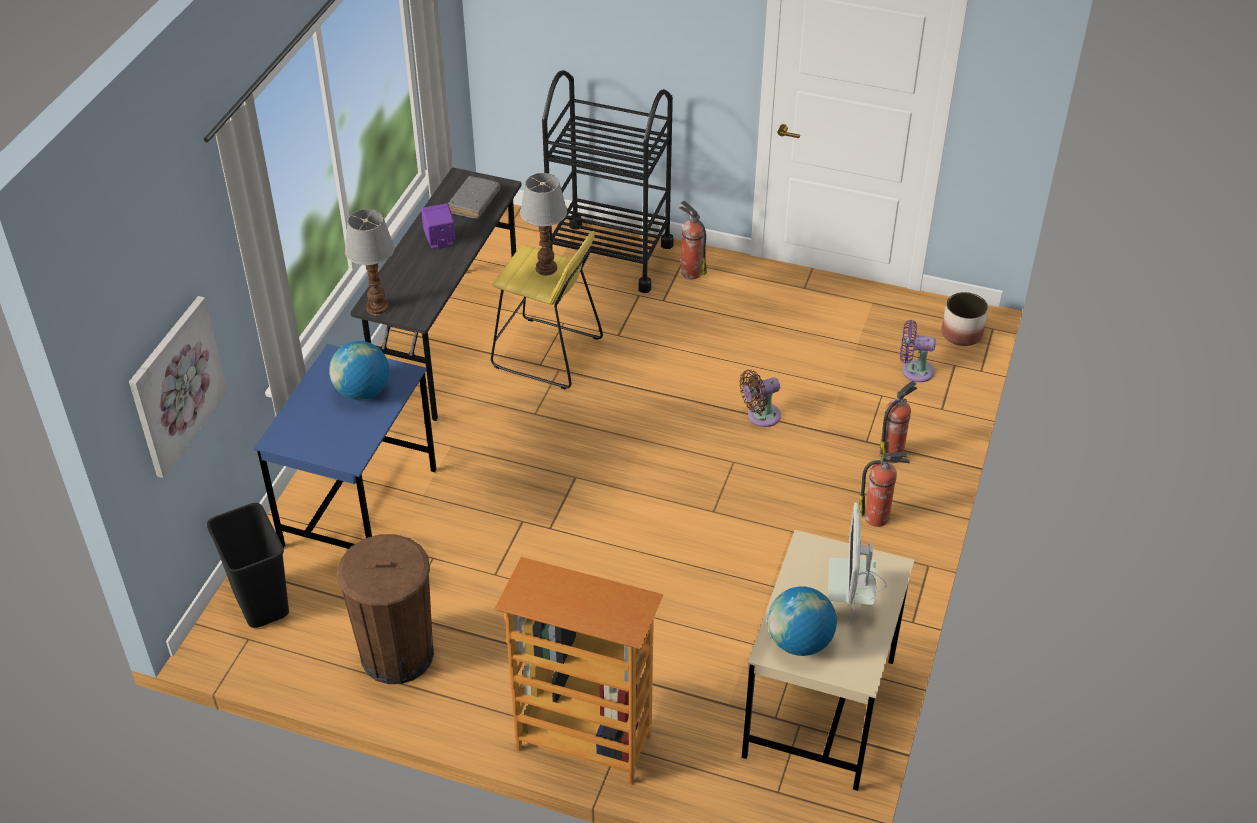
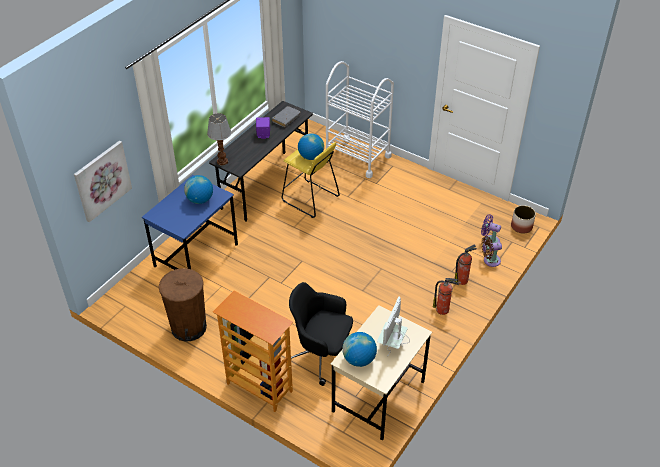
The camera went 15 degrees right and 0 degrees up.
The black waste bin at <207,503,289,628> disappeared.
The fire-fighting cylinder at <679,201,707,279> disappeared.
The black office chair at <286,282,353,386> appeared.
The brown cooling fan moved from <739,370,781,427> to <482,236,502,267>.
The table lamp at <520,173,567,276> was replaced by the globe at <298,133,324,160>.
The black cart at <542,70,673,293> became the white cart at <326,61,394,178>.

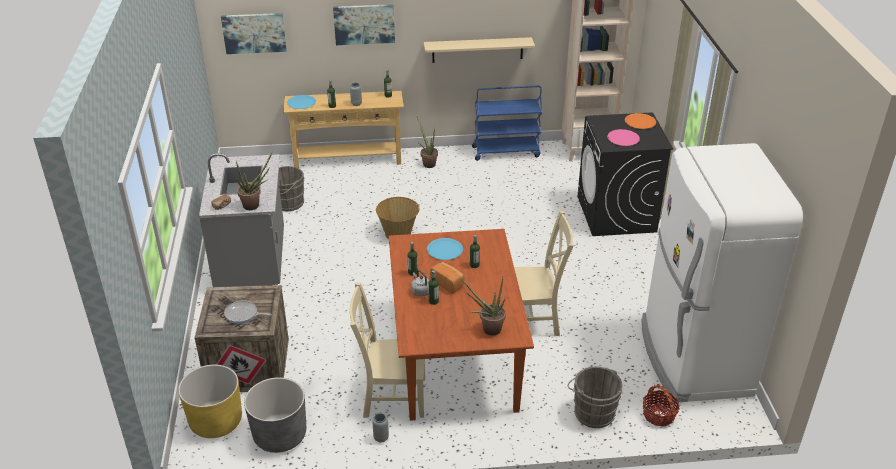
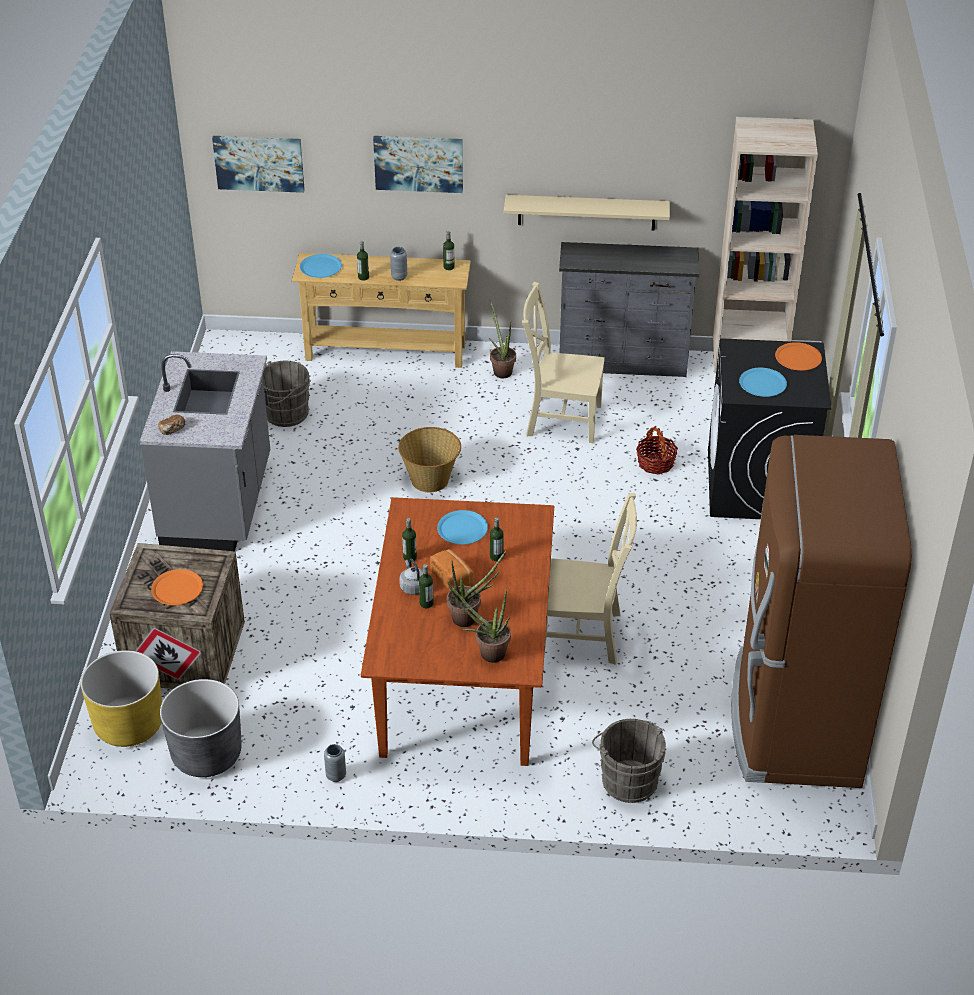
The camera went 10 degrees right and 5 degrees up.
The plant in a pot moved from <236,153,272,210> to <447,550,507,627>.
The beige-coloured chair moved from <350,282,425,418> to <522,282,605,443>.
The basket moved from <643,384,680,426> to <636,426,678,474>.
The pan at <224,300,271,324> was replaced by the orange-coloured flat dish at <151,569,203,605>.
The blue-coloured cart at <472,86,543,161> was replaced by the greyish drawer chest at <559,242,699,377>.
The pink-coloured flat dish at <607,129,640,146> became the blue-coloured flat dish at <739,368,787,397>.
The white refrigerator at <642,143,803,403> became the brown refrigerator at <731,435,912,788>.

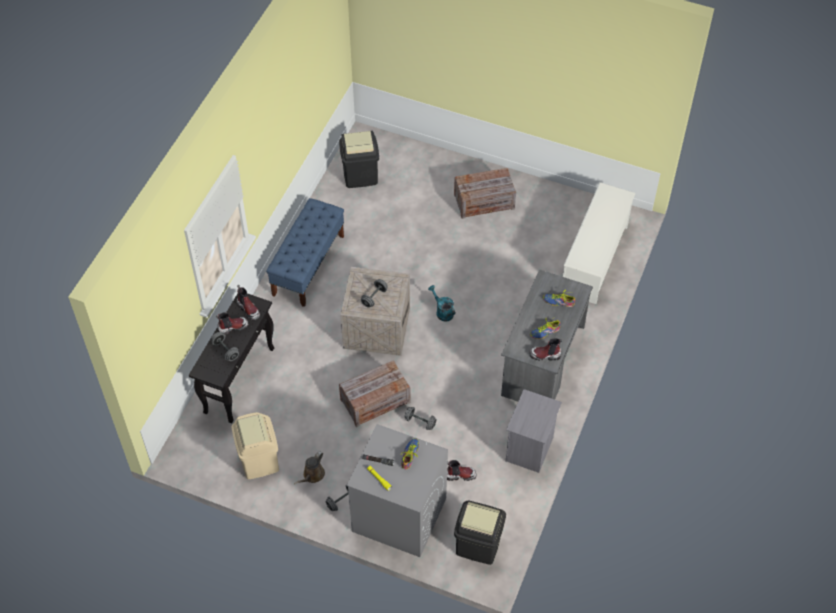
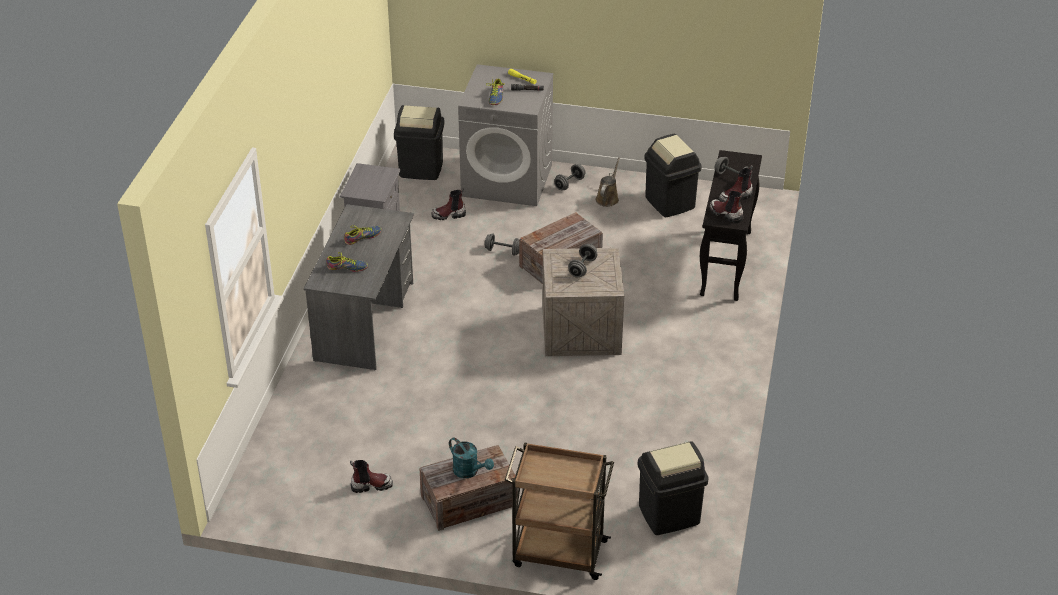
The camera went 170 degrees right and 15 degrees down.
The blue-coloured long seat at <266,198,344,307> disappeared.
The white shoe rack at <563,182,636,304> disappeared.
The brown cart at <505,442,614,580> appeared.
The blue-green watering pot moved from <428,285,455,322> to <449,438,494,478>.
The tall boot moved from <530,339,562,361> to <350,460,393,493>.
The beige-coloured waste bin at <232,412,279,479> became the black waste bin at <644,134,702,217>.

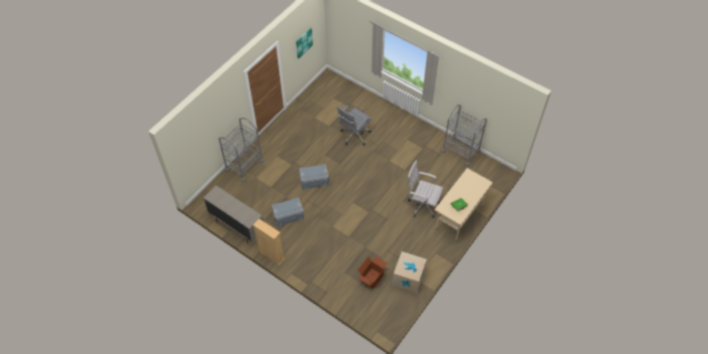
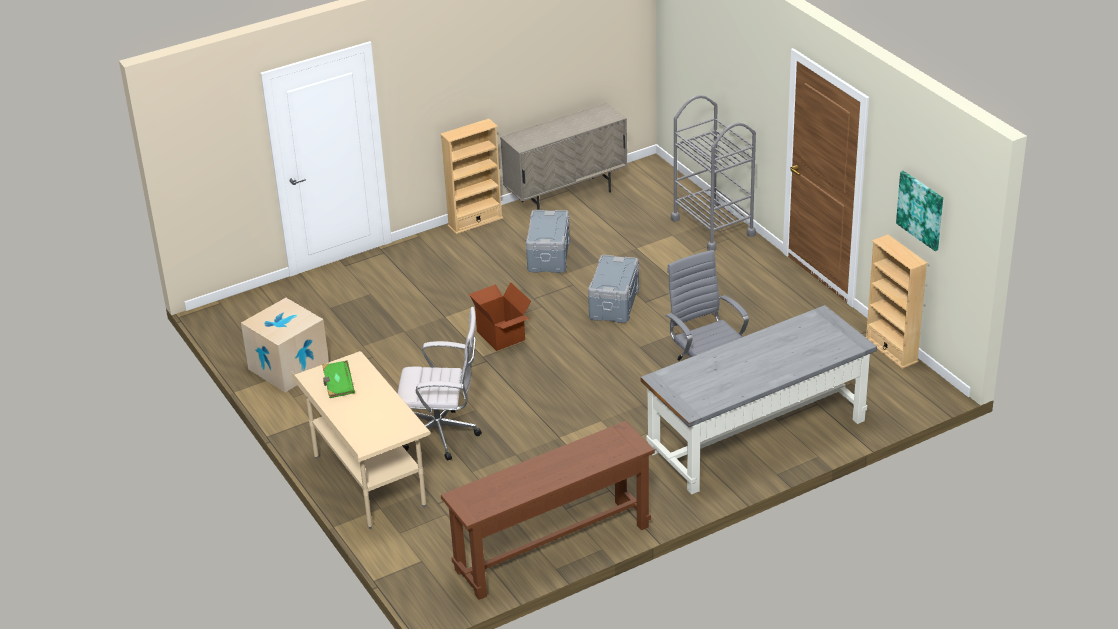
The camera went 115 degrees right and 20 degrees down.
The greyish desk at <641,305,877,494> appeared.
The beige-coloured bookshelf at <866,235,928,369> appeared.
The carton moved from <358,256,387,289> to <469,282,531,351>.
The greyish cart at <441,105,487,167> was replaced by the brown narrow table at <441,421,655,600>.
The white office chair at <408,161,443,218> turned 45 degrees clockwise.

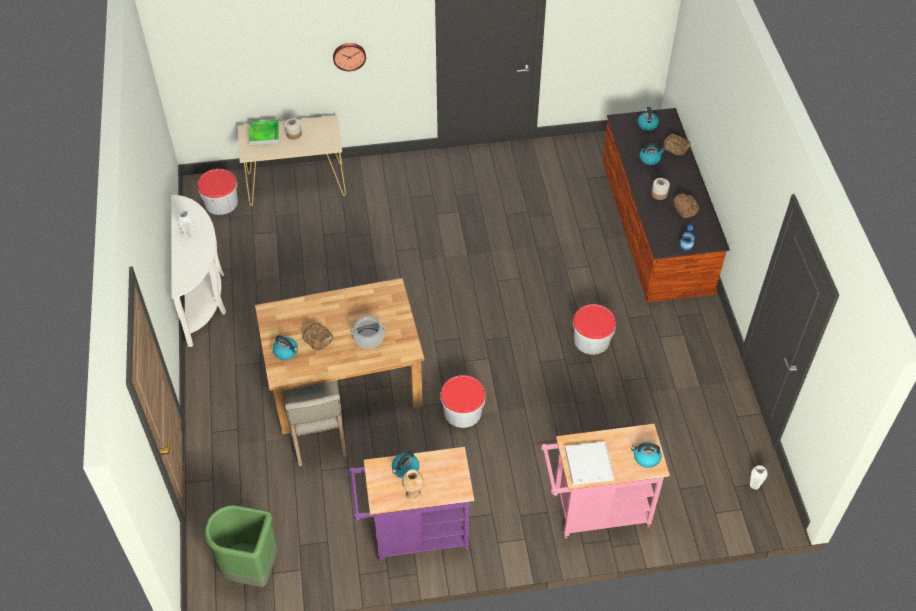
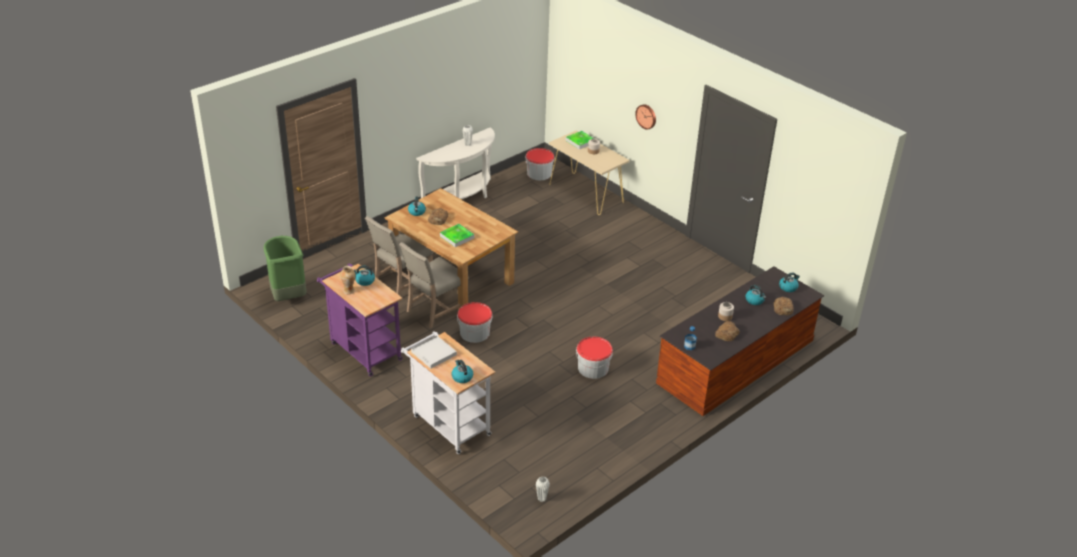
The camera went 55 degrees right and 15 degrees down.
The beige-coloured chair at <399,242,469,328> appeared.
The cooking pot at <350,317,386,349> was replaced by the serving tray at <440,224,474,247>.
The pink-coloured cart at <541,424,670,538> became the white cart at <401,331,495,454>.

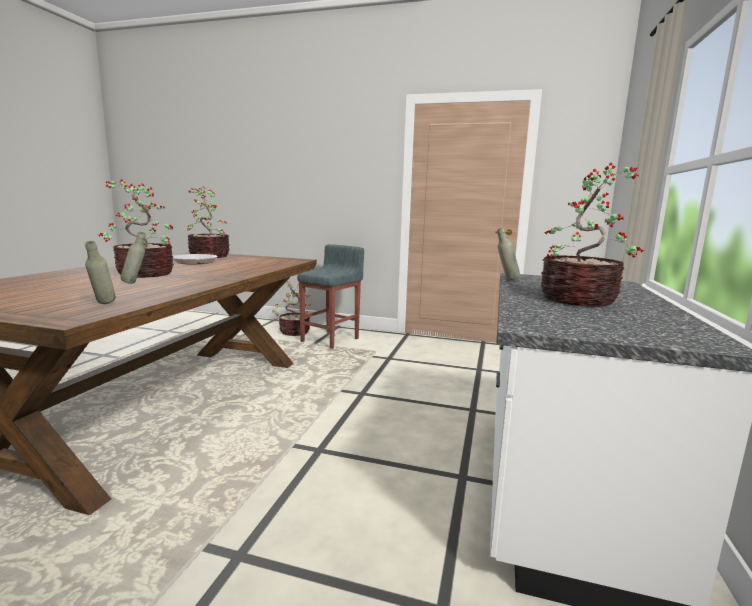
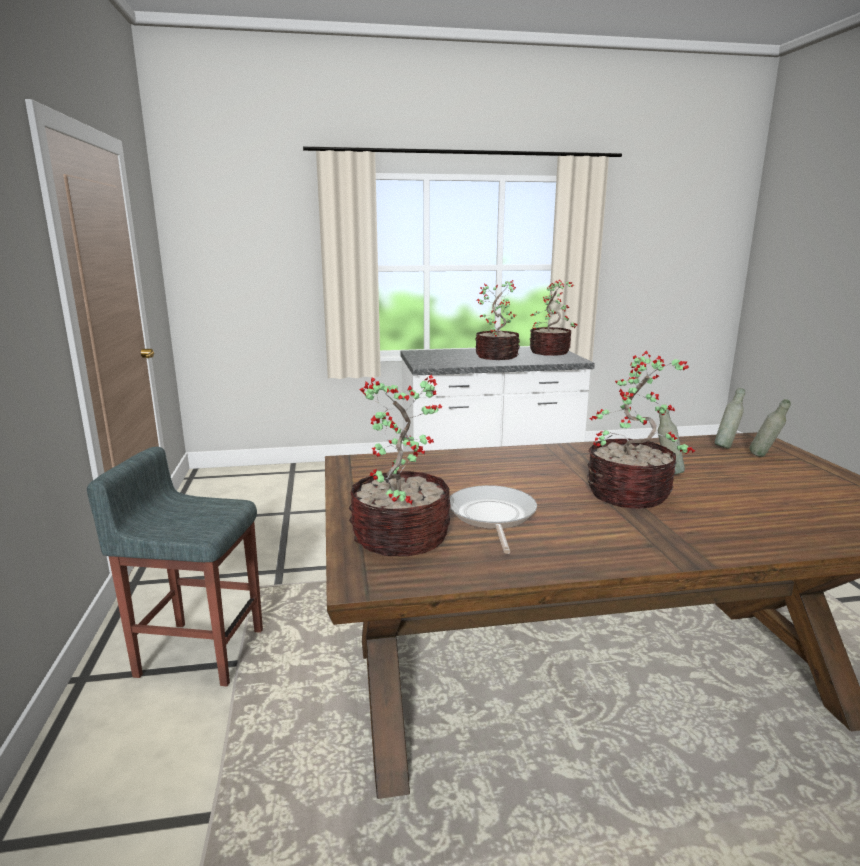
The camera went 115 degrees left and 5 degrees up.
The plant in a pot moved from <272,281,311,336> to <530,280,577,356>.
The greyish drink bottle moved from <497,227,520,281> to <749,399,791,457>.

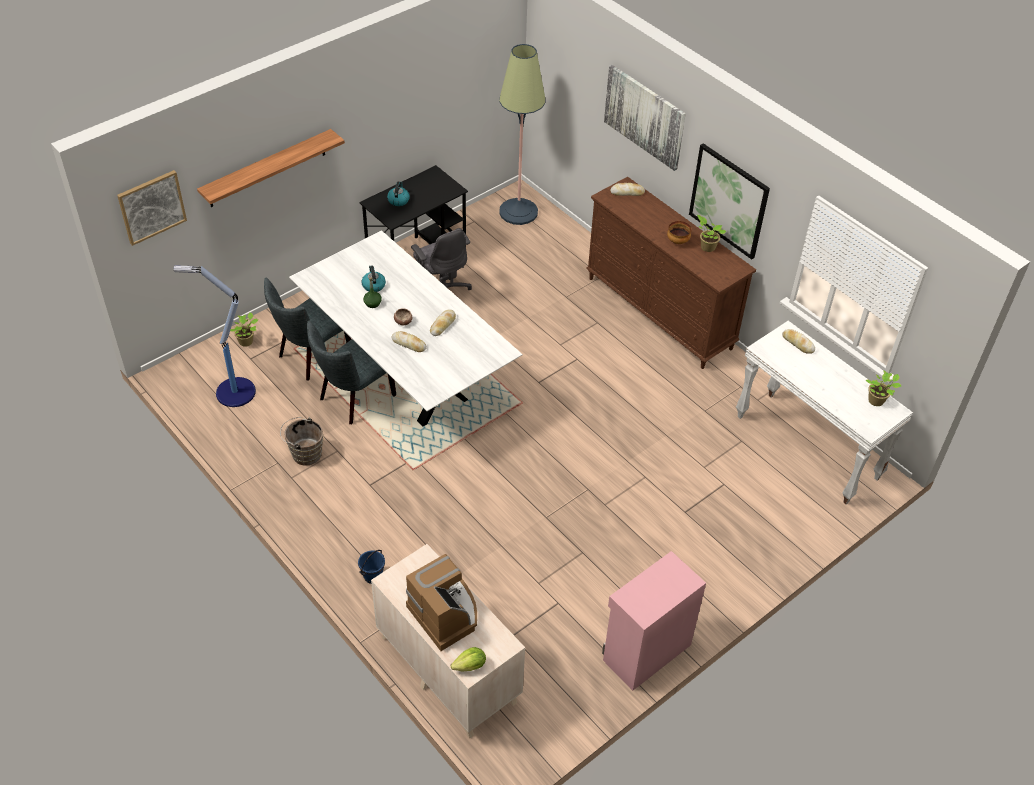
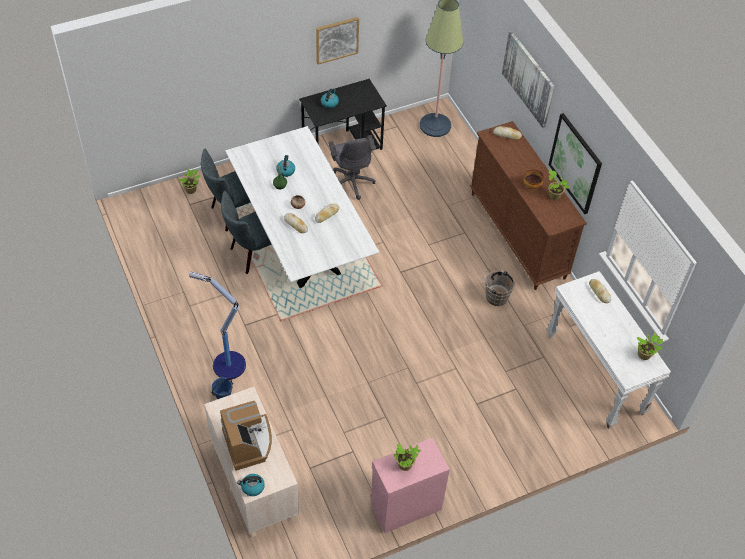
The camera went 15 degrees right and 5 degrees up.
The shelf at <197,129,345,207> disappeared.
The plant in a pot at <394,444,421,471> appeared.
The wall picture moved from <117,170,187,246> to <316,17,359,64>.
The standing lamp moved from <174,265,256,407> to <189,272,246,379>.
The brown water bucket moved from <280,417,323,466> to <483,268,515,306>.
The lettuce at <450,647,486,672> was replaced by the tea kettle at <237,474,265,496>.

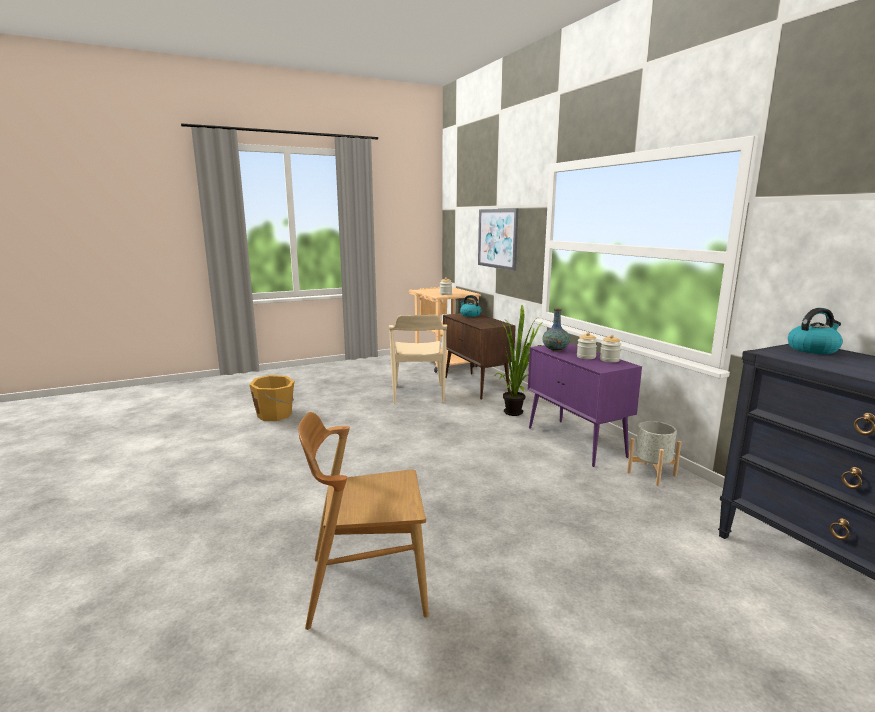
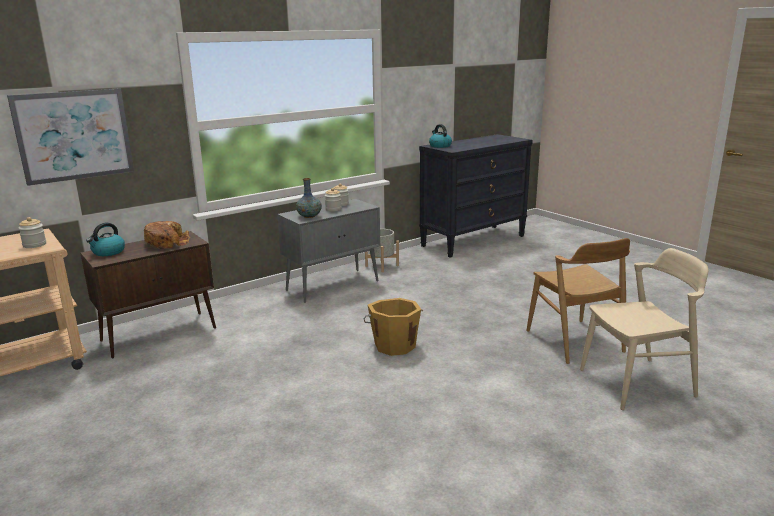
The camera went 100 degrees left and 5 degrees up.
The plant in a pot at <489,305,543,416> disappeared.
The bakery bread at <144,221,190,249> appeared.
The orange-coloured water bucket moved from <249,375,294,421> to <364,298,423,356>.
The beige-coloured chair moved from <389,315,447,404> to <580,248,708,410>.
The purplish cupboard at <528,343,642,467> became the greyish cupboard at <277,199,380,303>.

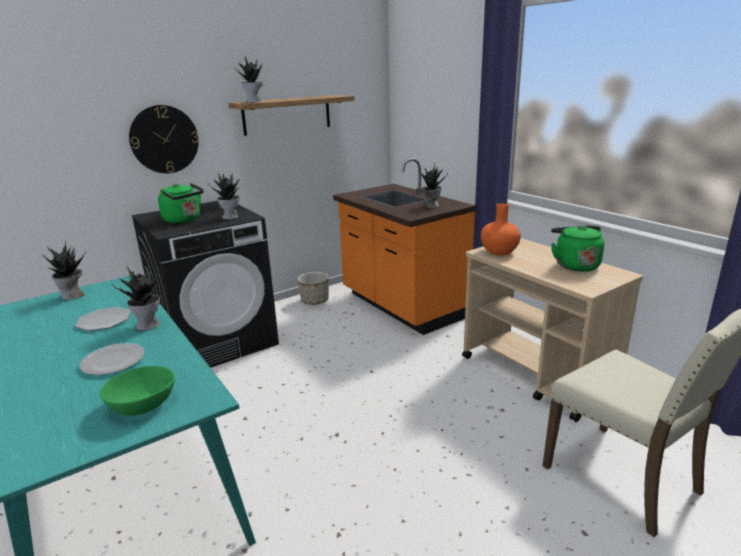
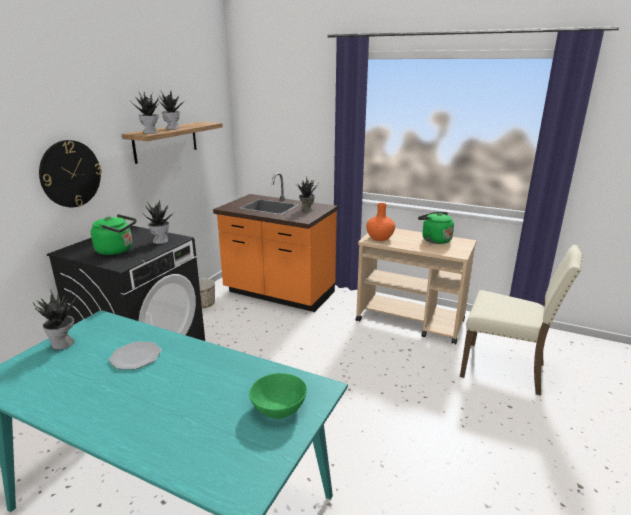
The camera went 30 degrees left and 0 degrees up.
The flat dish at <79,343,145,375> disappeared.
The plant in a pot moved from <112,264,160,331> to <159,90,183,130>.

